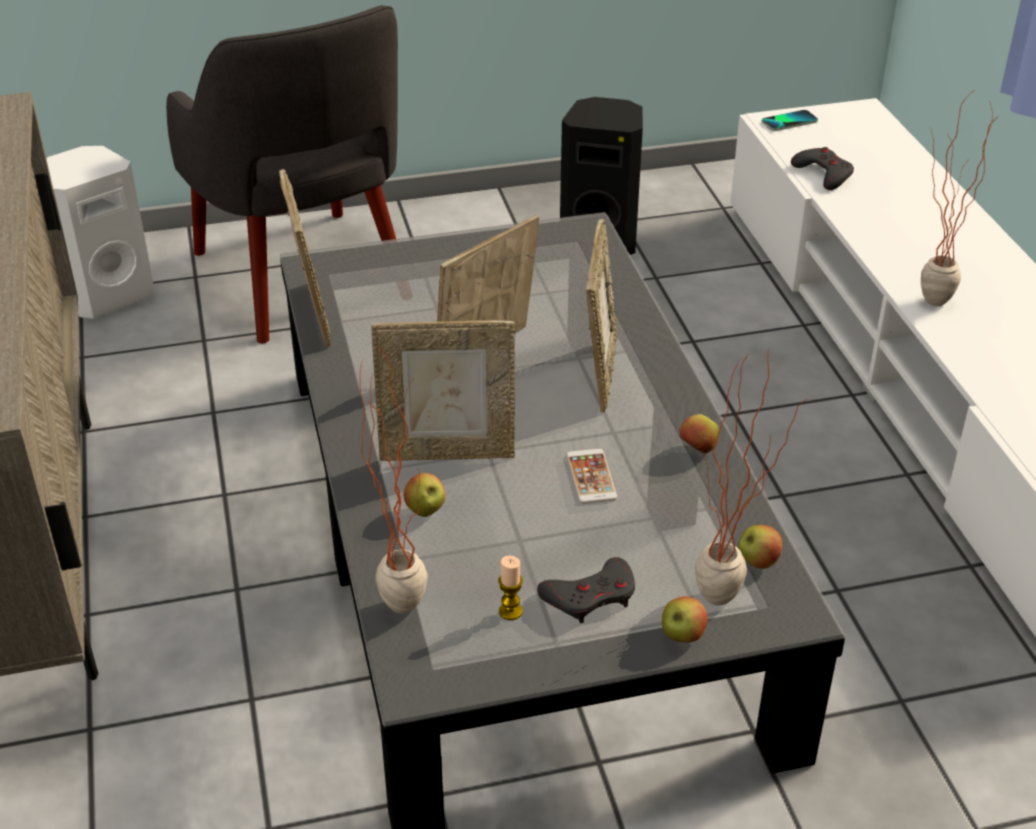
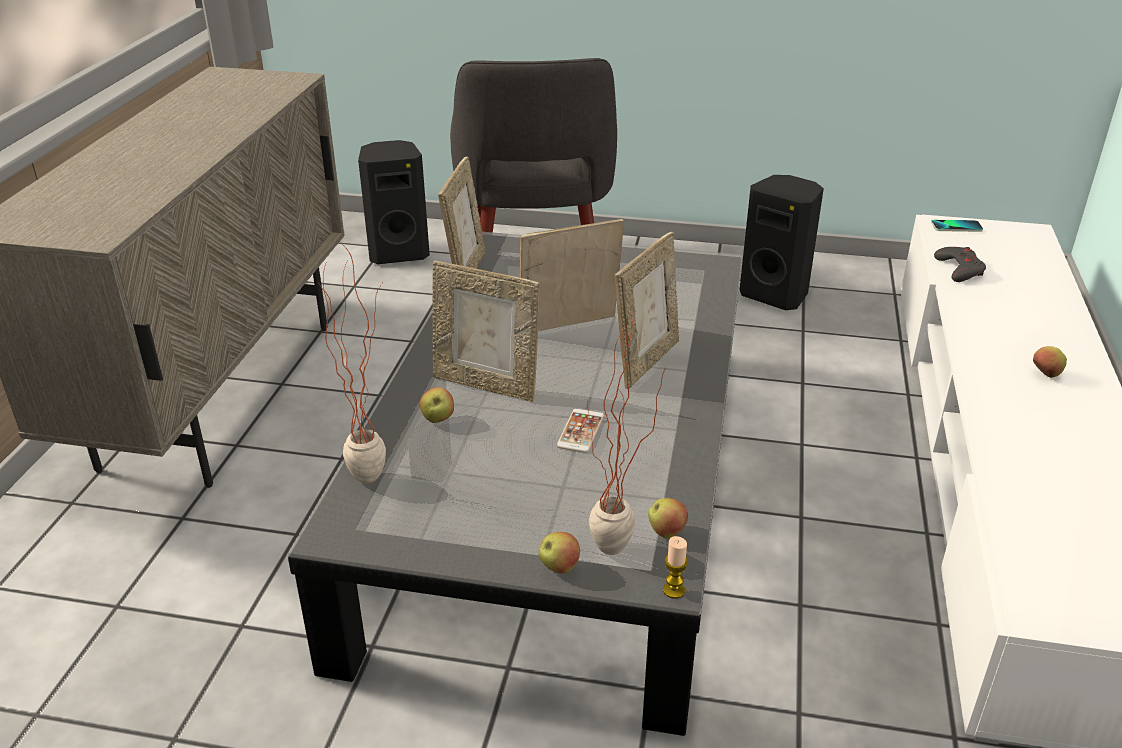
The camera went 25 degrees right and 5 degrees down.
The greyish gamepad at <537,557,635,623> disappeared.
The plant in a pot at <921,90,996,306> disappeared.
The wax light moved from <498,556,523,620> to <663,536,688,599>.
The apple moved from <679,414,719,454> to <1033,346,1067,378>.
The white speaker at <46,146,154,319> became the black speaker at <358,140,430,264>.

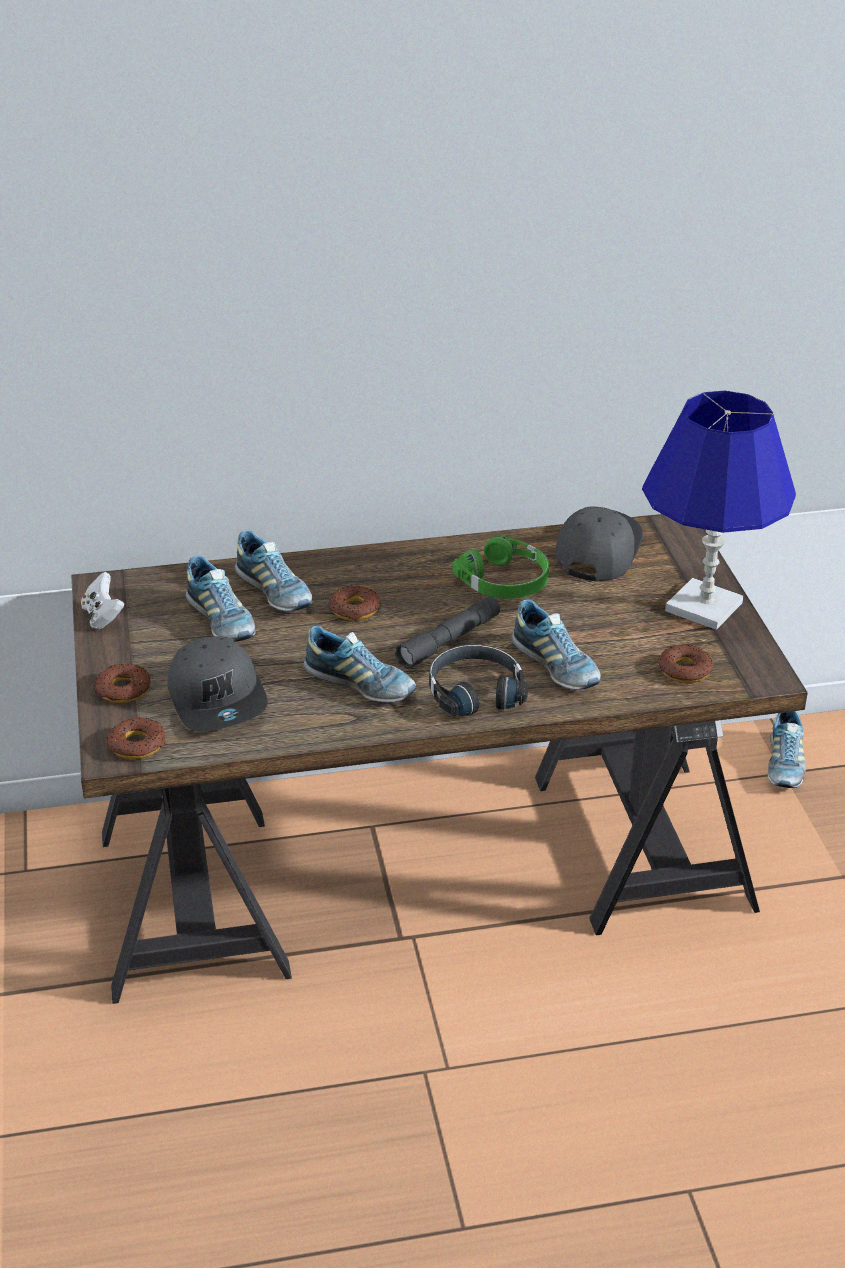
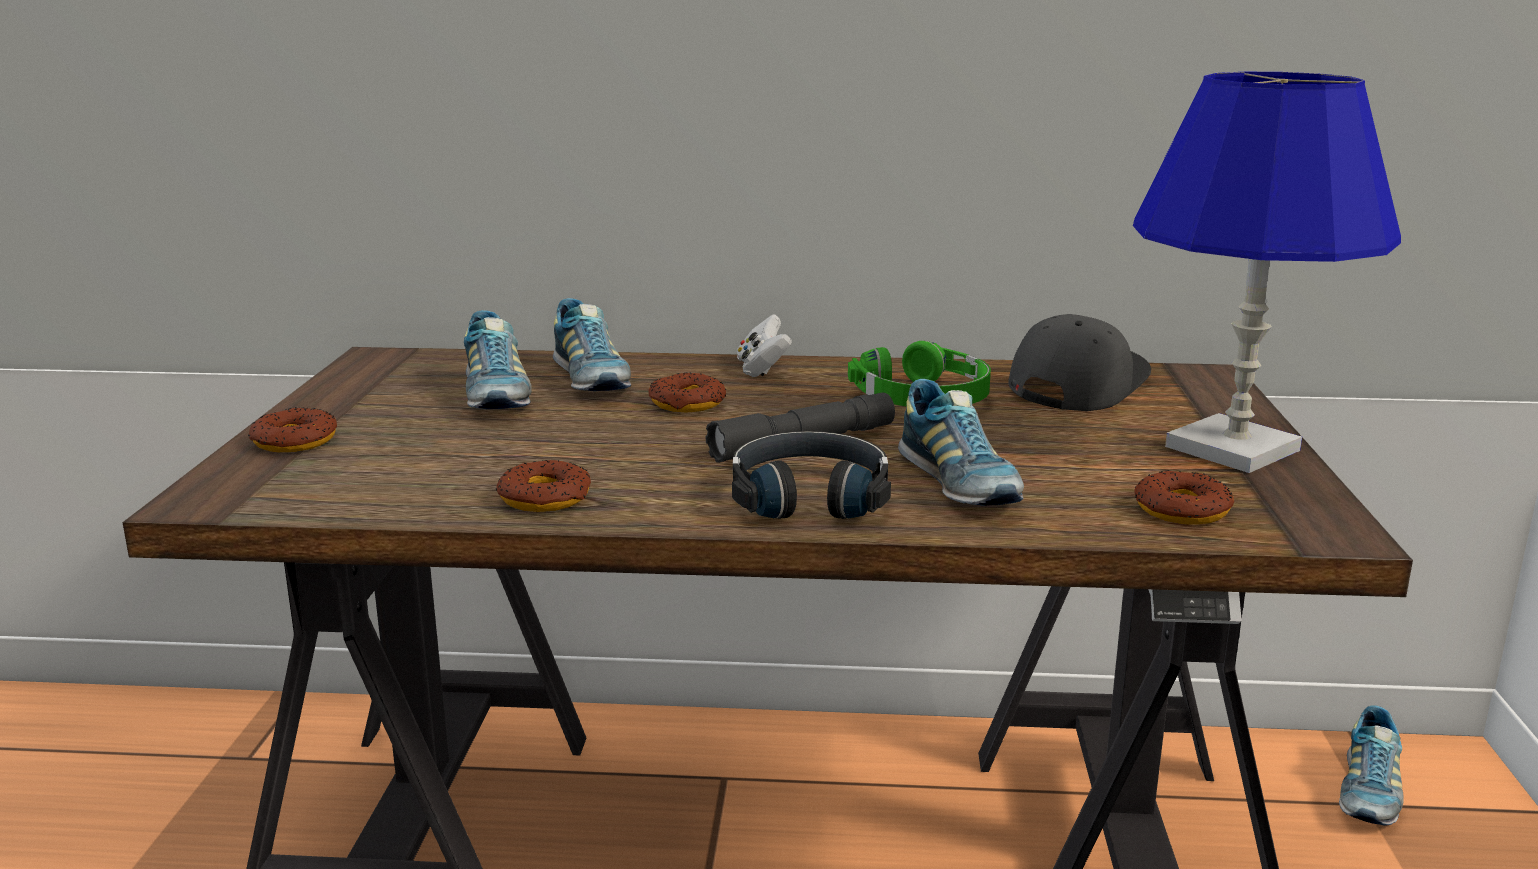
The camera went 15 degrees right and 15 degrees down.
The greyish baseball cap at <167,636,268,732> disappeared.
The item of footwear at <303,626,416,703> disappeared.
The white gamepad moved from <81,572,125,629> to <737,314,792,377>.
The ring doughnut moved from <107,717,166,759> to <496,460,591,512>.

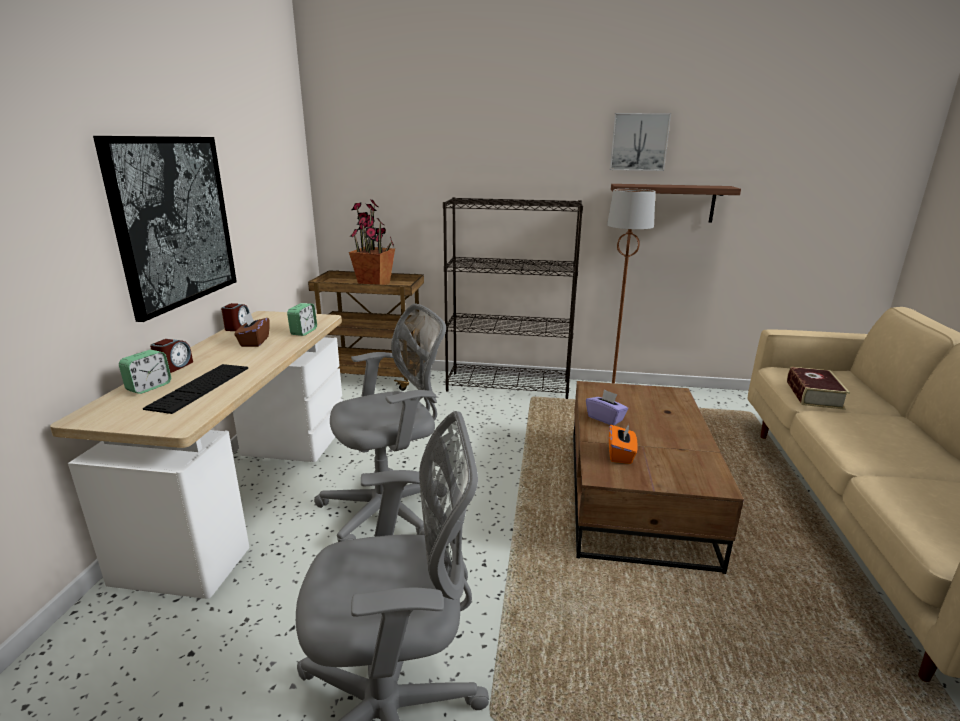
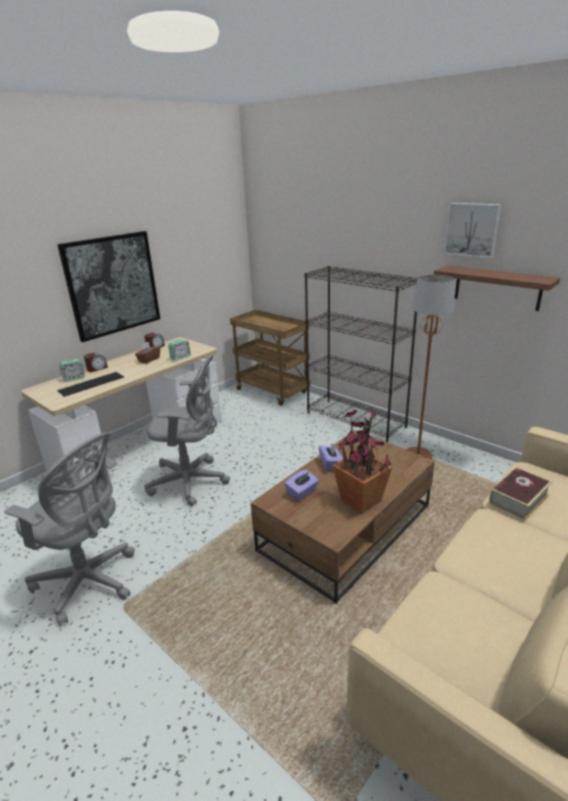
The camera went 35 degrees right and 5 degrees up.
The plant in a pot moved from <349,199,395,285> to <332,407,392,514>.
The orange-coloured tissue holder at <609,424,638,464> became the purplish tissue holder at <285,469,319,501>.

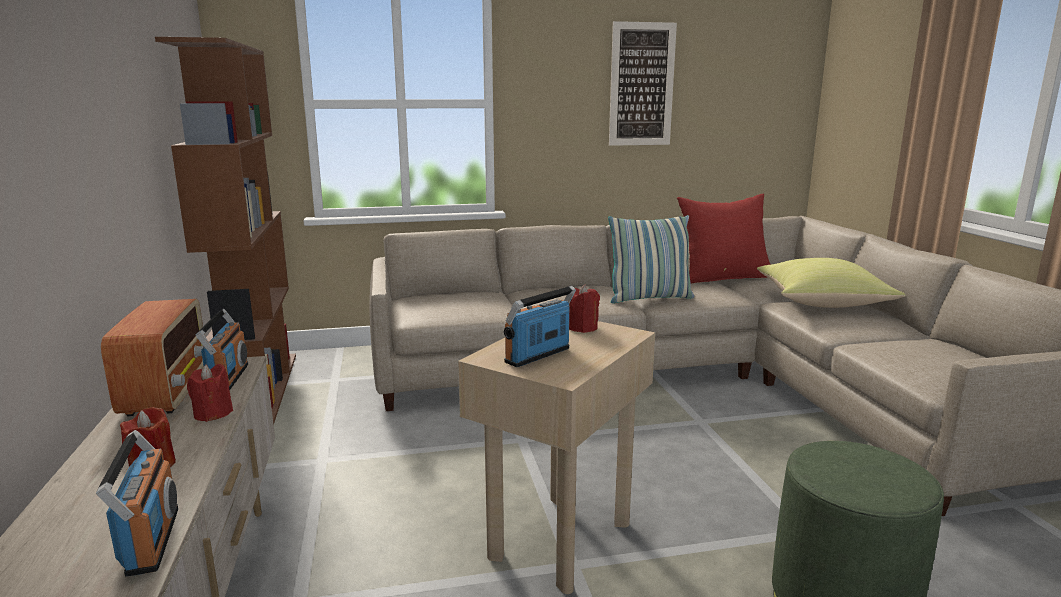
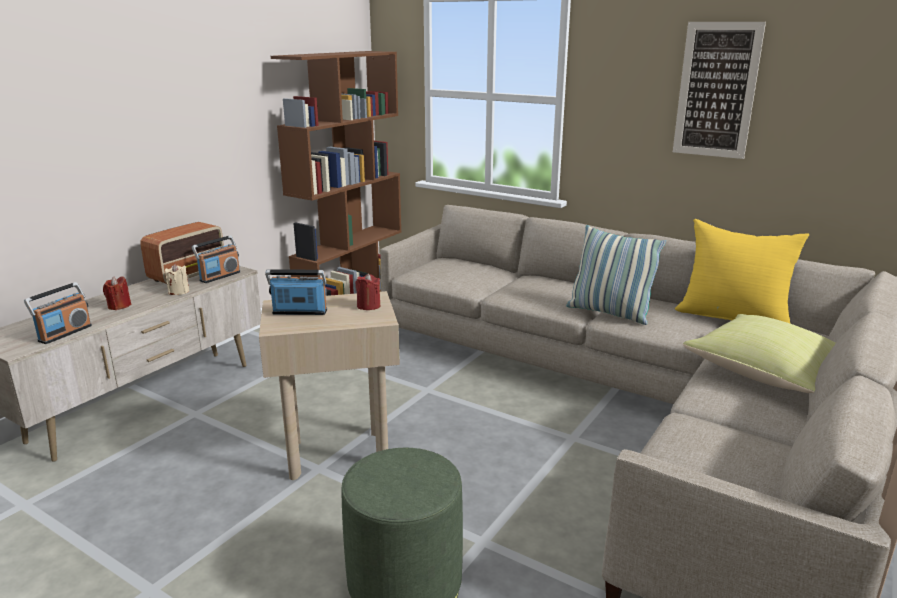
The camera went 45 degrees right and 5 degrees up.
The reddish wax light at <187,364,233,422> became the beige-coloured wax light at <165,264,189,295>.
The reddish cushion at <677,193,771,284> became the yellow cushion at <675,219,809,324>.

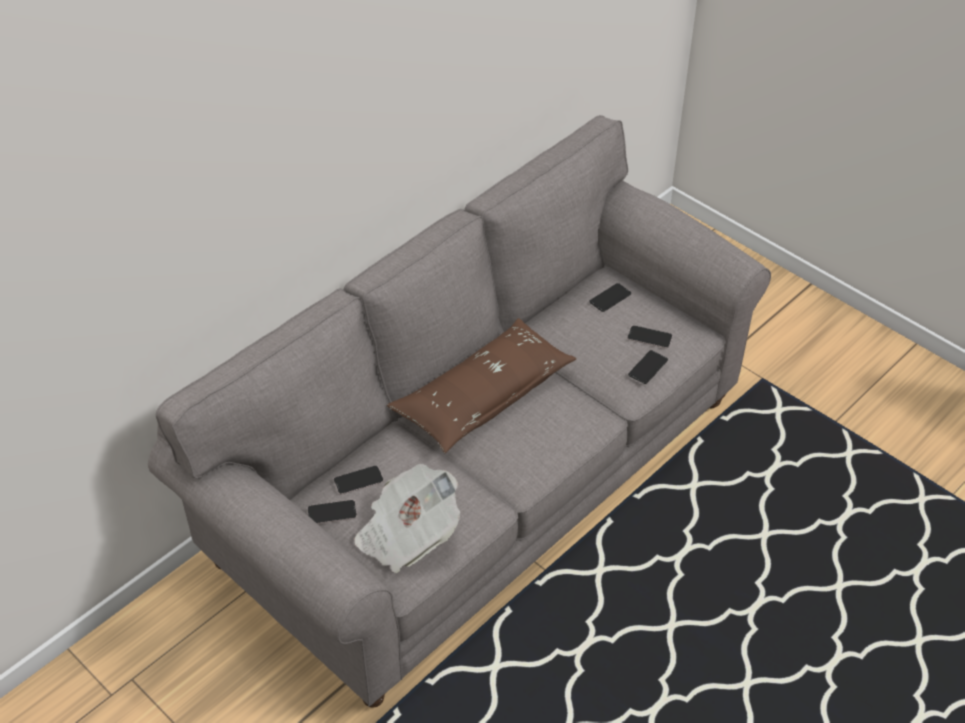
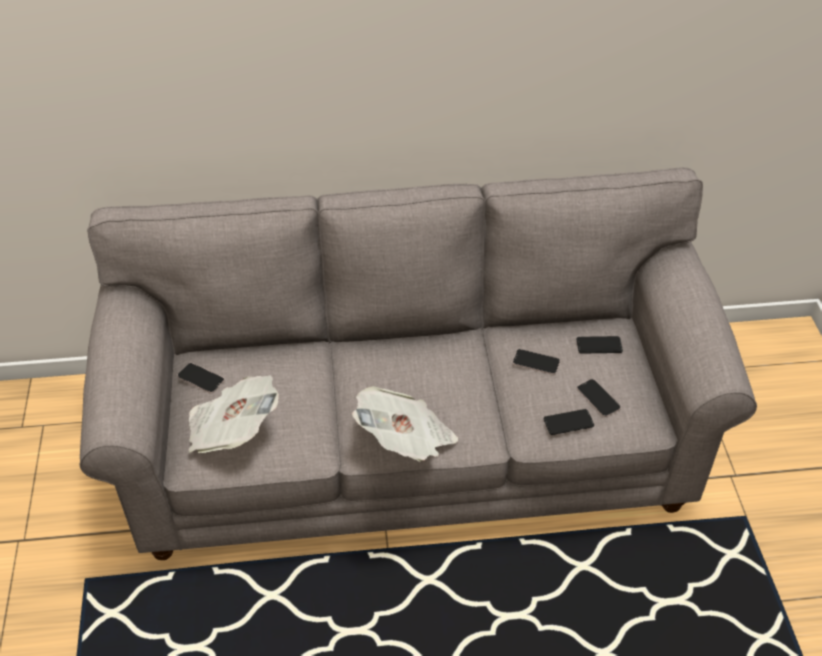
The camera went 40 degrees right and 0 degrees up.
The brown cushion at <387,318,577,453> disappeared.
The printed paper at <352,386,458,461> appeared.
The handset moved from <333,465,384,495> to <513,349,560,375>.

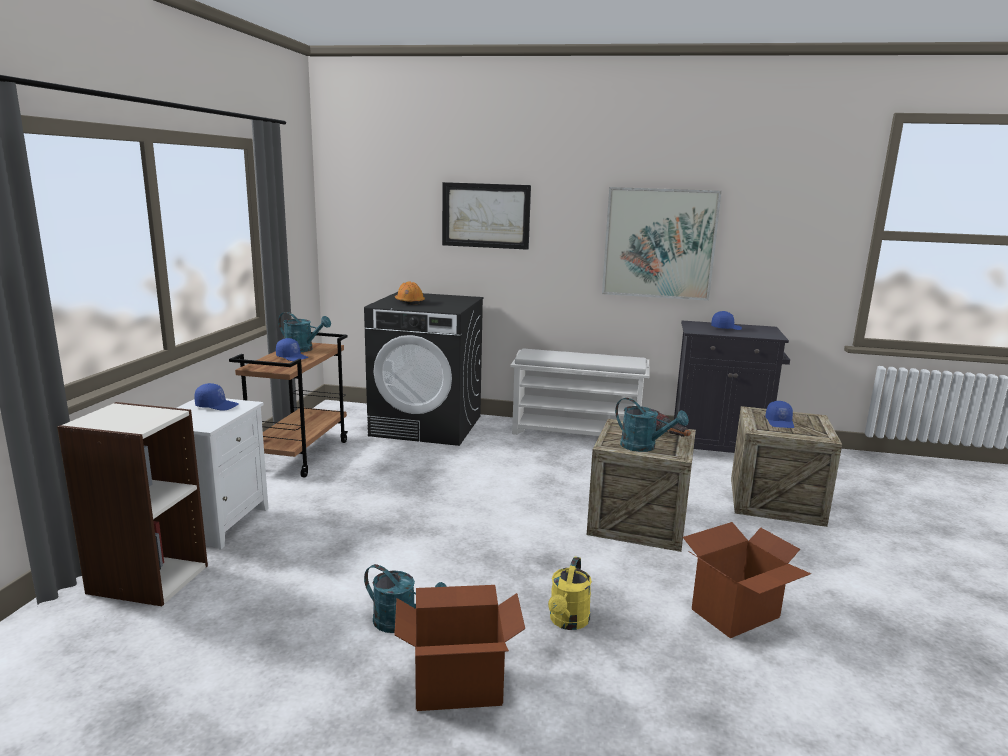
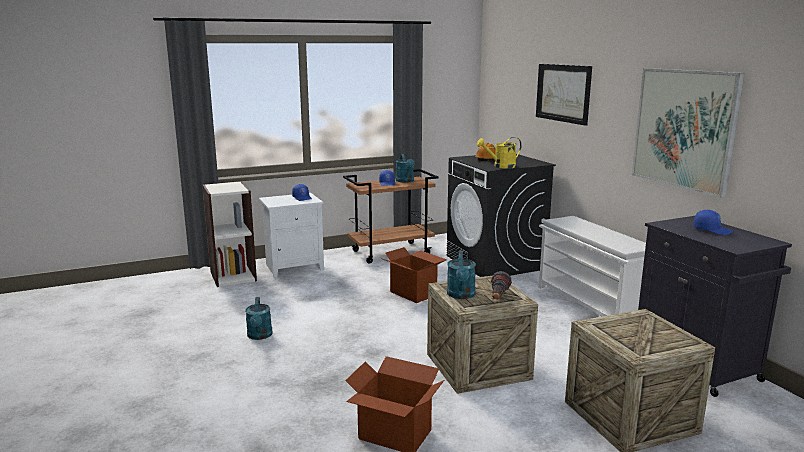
The camera went 55 degrees right and 0 degrees up.
The blue-coloured baseball cap at <765,401,794,428> disappeared.
The carton moved from <394,585,525,711> to <383,247,447,303>.
The yellow watering pot moved from <548,556,592,630> to <477,137,522,169>.

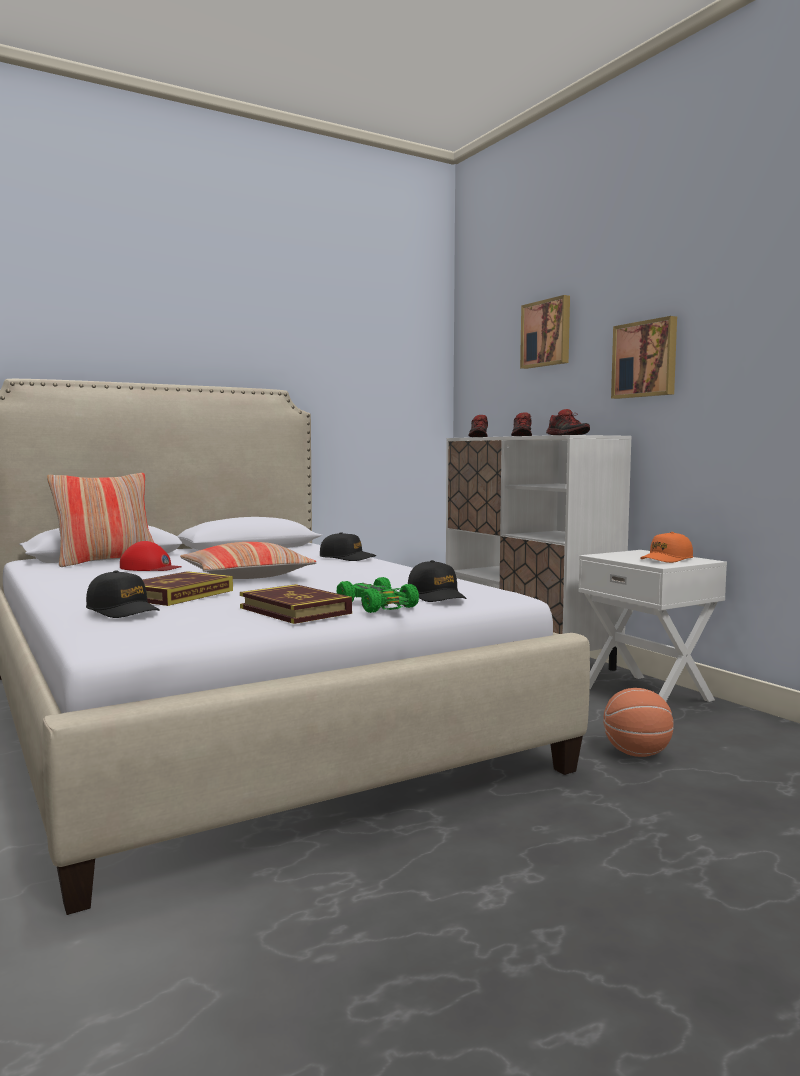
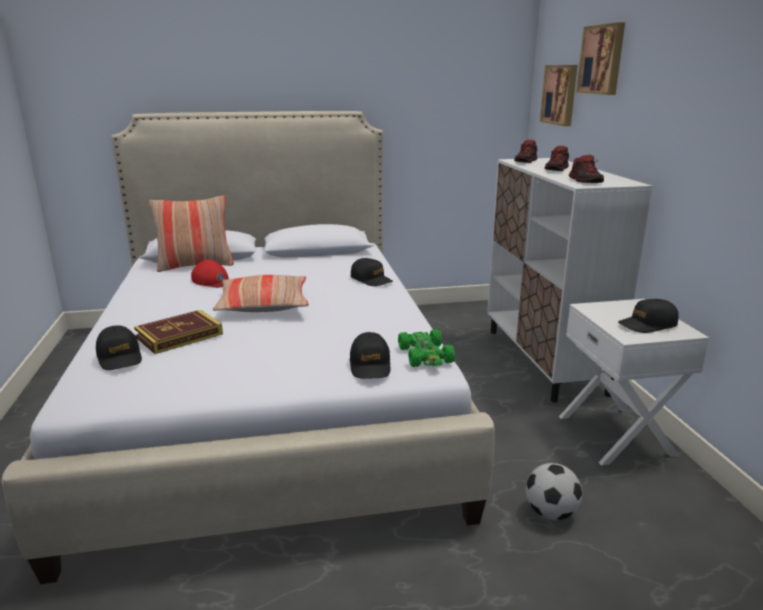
The camera went 20 degrees right and 15 degrees up.
The book at <240,584,352,624> disappeared.
The green model car moved from <336,577,419,613> to <398,329,455,367>.
The wall picture moved from <611,316,677,399> to <540,65,578,126>.
The basketball at <604,688,674,757> was replaced by the football at <526,463,582,520>.
The orange-coloured baseball cap at <640,532,693,563> became the black baseball cap at <618,299,679,333>.

